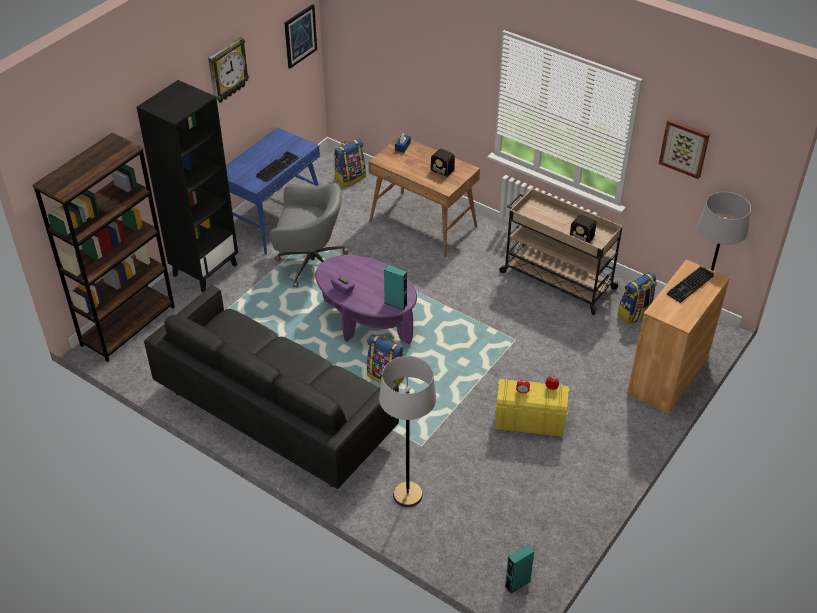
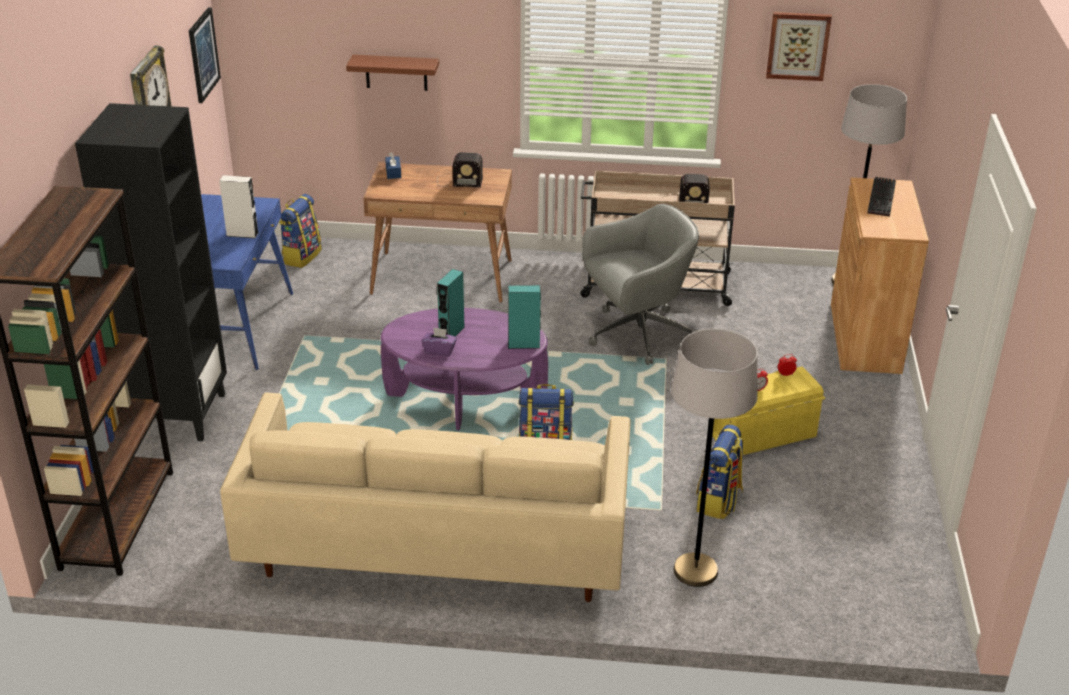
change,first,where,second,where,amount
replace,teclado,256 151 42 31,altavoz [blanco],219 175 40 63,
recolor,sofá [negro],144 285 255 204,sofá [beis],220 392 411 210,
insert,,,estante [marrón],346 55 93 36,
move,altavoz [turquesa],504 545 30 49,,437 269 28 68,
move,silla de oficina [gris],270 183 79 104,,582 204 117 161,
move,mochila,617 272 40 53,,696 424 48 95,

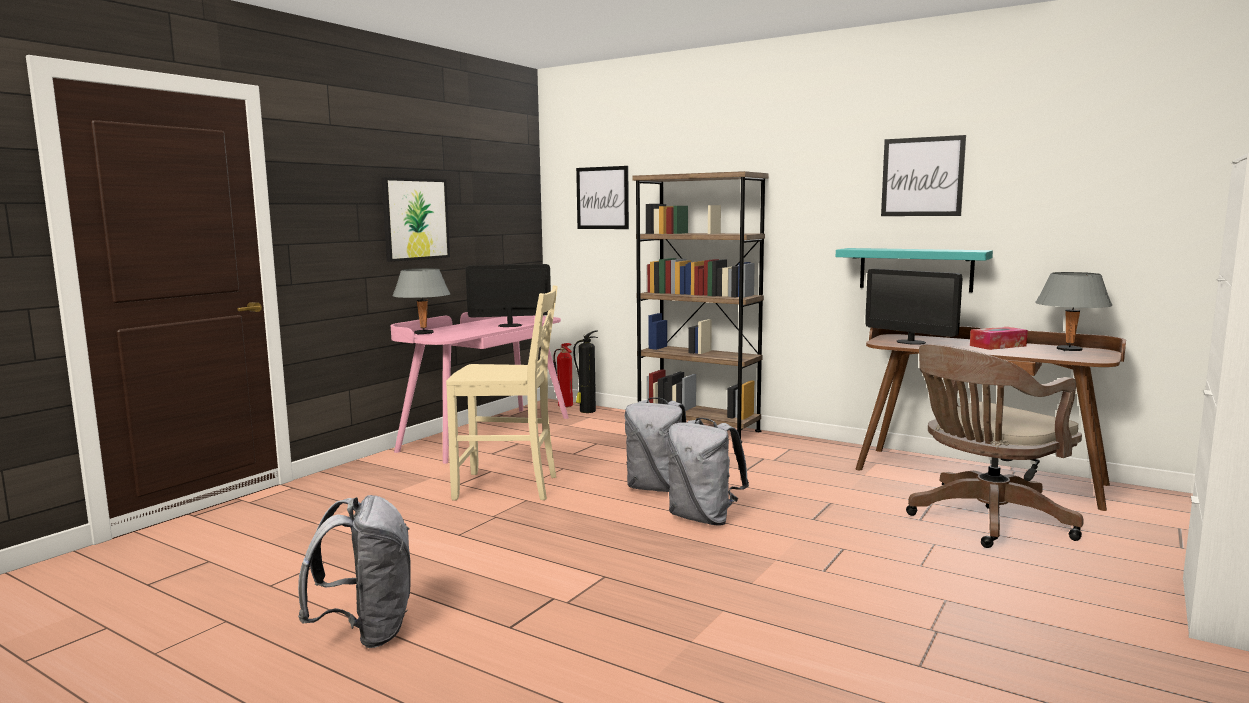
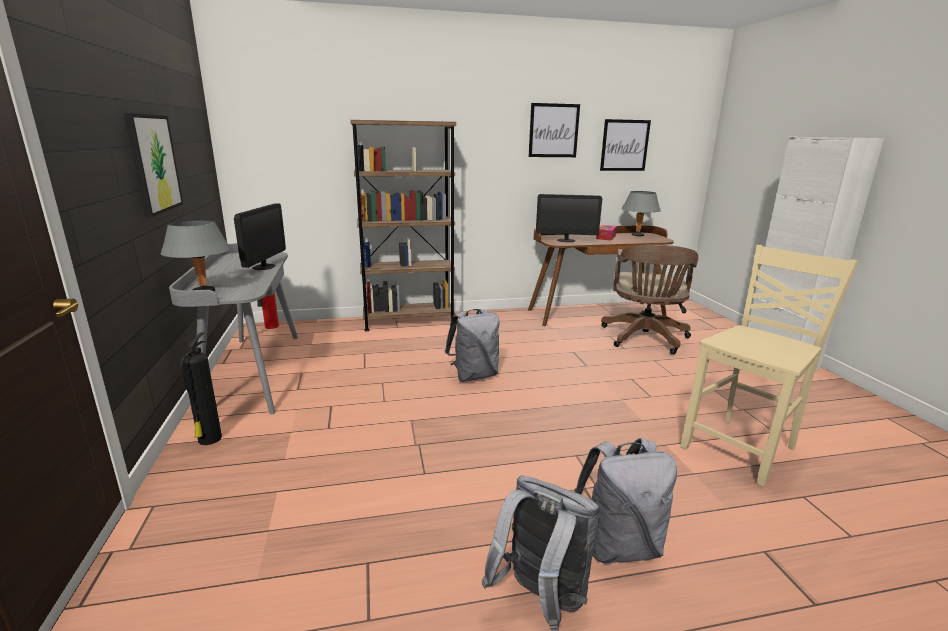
change,first,where,second,where,amount
recolor,escritorio [rosa],391 312 177 152,escritorio [gris],169 243 129 171,
move,extintor,573 331 25 82,,180 332 42 113,
rotate,monitor,466 264 85 63,,234 203 52 67,150 degrees clockwise
move,mochila [gris],667 418 82 107,,574 438 103 126,
move,cuadro,576 166 53 63,,600 119 51 52,
move,silla [beis],446 285 112 215,,681 245 177 242,
delete,estante [turquesa],836 248 157 44,,,

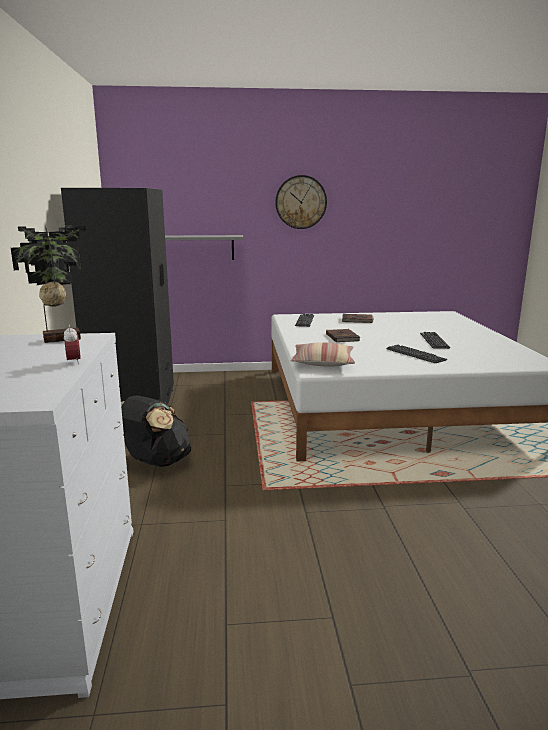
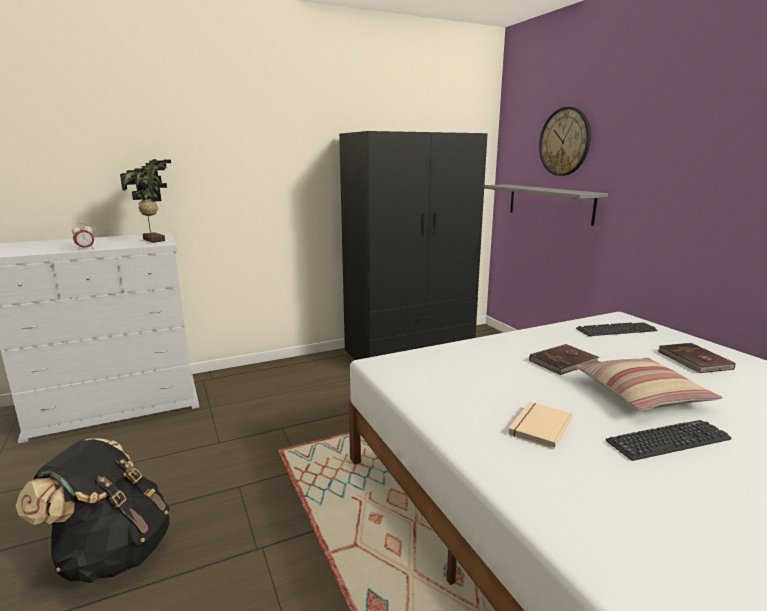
change,first,where,second,where,amount
move,mochila [negro],121 395 70 72,,16 438 154 145,
replace,teclado,386 345 61 18,libro [beis],508 402 65 47,
move,reloj de pared,275 175 52 54,,539 107 52 69,
move,cojín,291 342 64 25,,575 358 148 53,

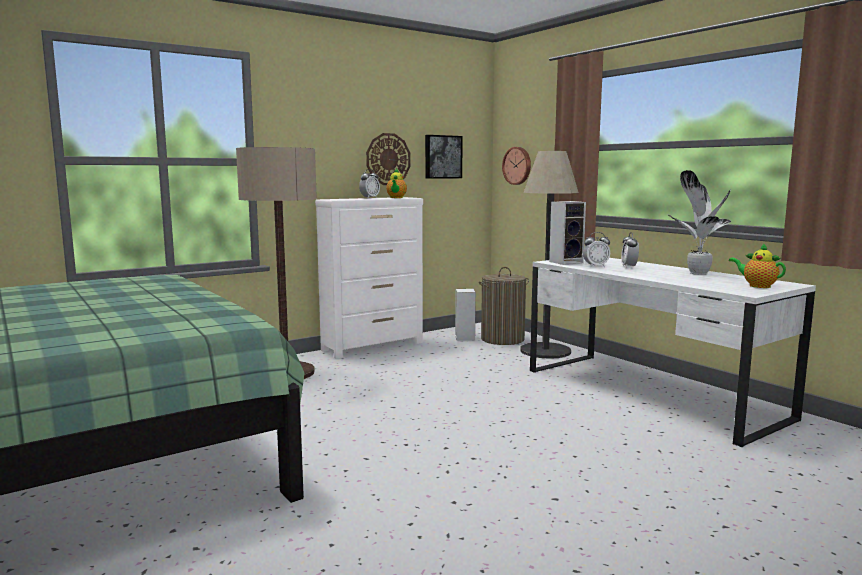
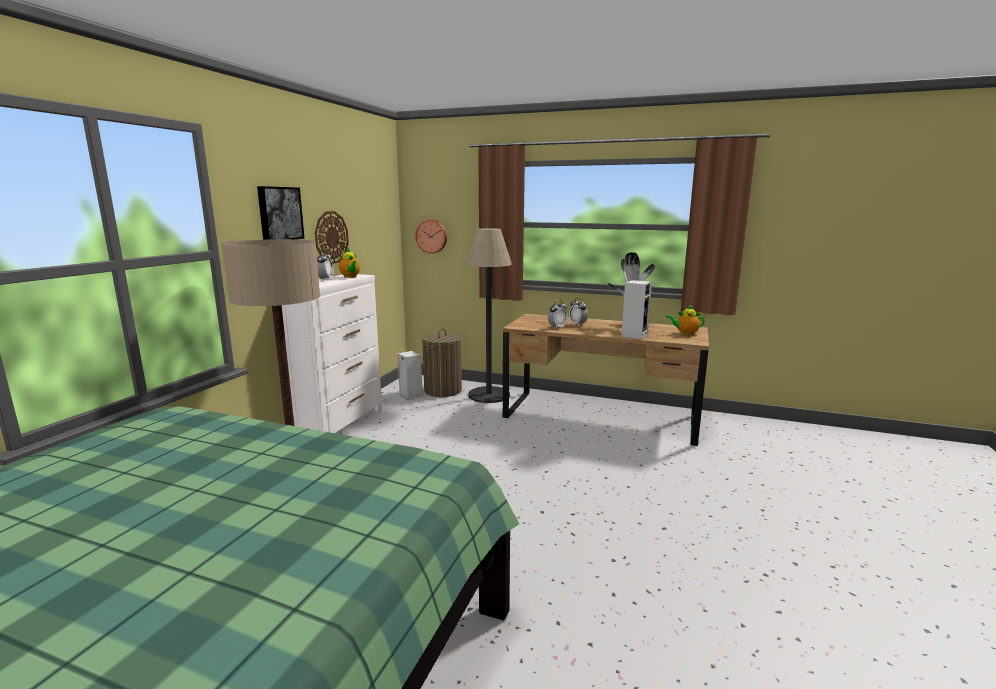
change,first,where,second,where,amount
move,cuadro,425 135 38 44,,257 186 47 54,
recolor,escritorio [blanco],530 258 286 189,escritorio [marrón],503 314 206 132,
move,altavoz,549 201 37 64,,621 280 31 59,

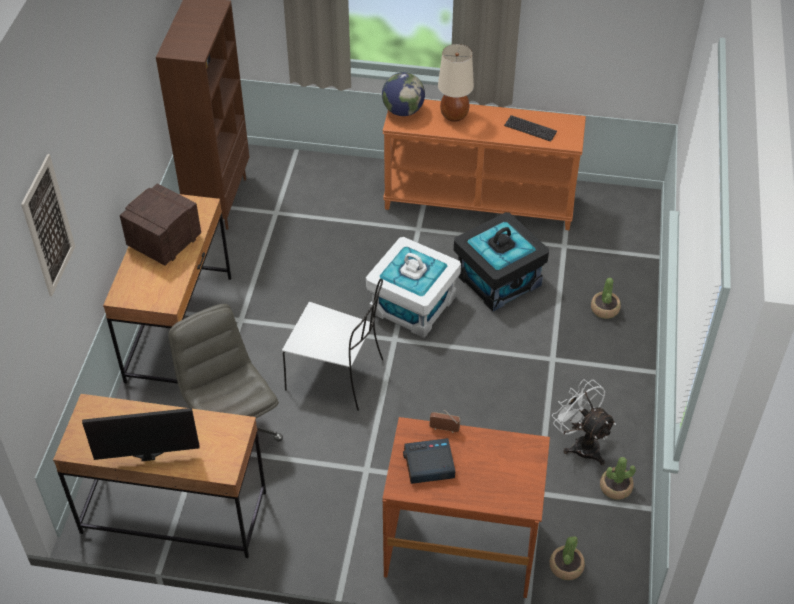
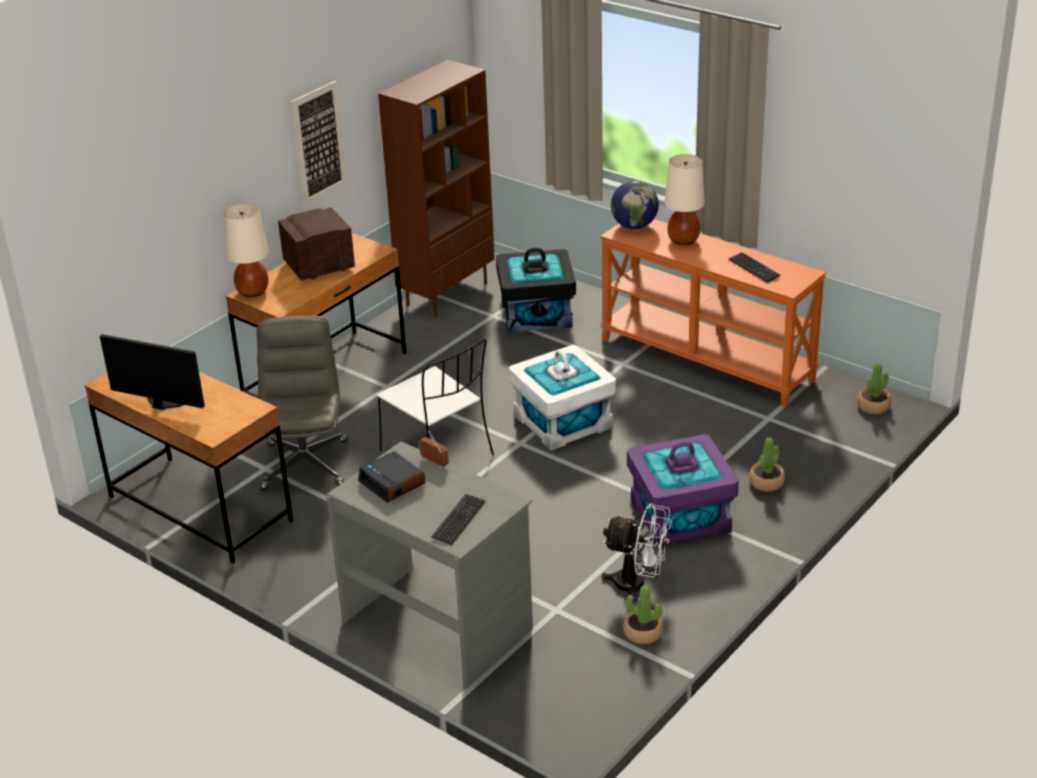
change,first,where,second,where,amount
insert,,,lámpara de mesa [beis],224 203 44 94,
move,cuadro,21 154 54 143,,291 81 57 125,
recolor,escritorio [marrón],382 417 168 181,escritorio [gris],326 441 207 248,
rotate,despertador,403 438 52 46,,358 451 67 52,150 degrees counterclockwise
insert,,,teclado,431 494 55 51,
move,caja de almacenaje [negro],454 212 95 100,,496 248 80 85,
rotate,ventilador [blanco],552 380 64 85,,602 503 70 99,120 degrees clockwise
insert,,,caja de almacenaje [morado],627 434 112 113,
move,planta en maceta,550 536 35 44,,857 363 34 51,

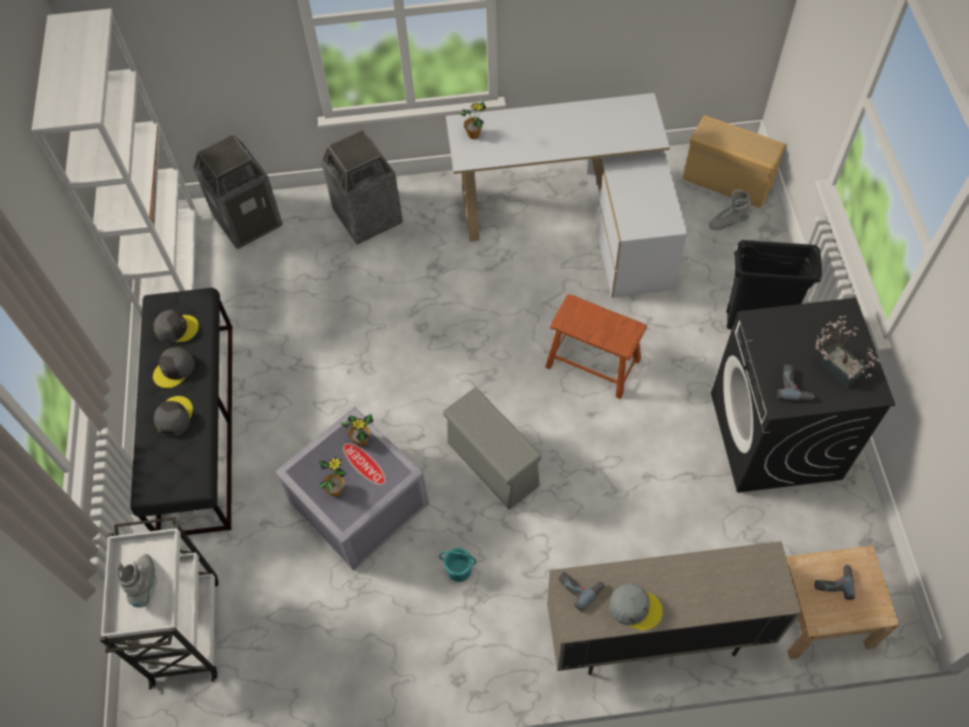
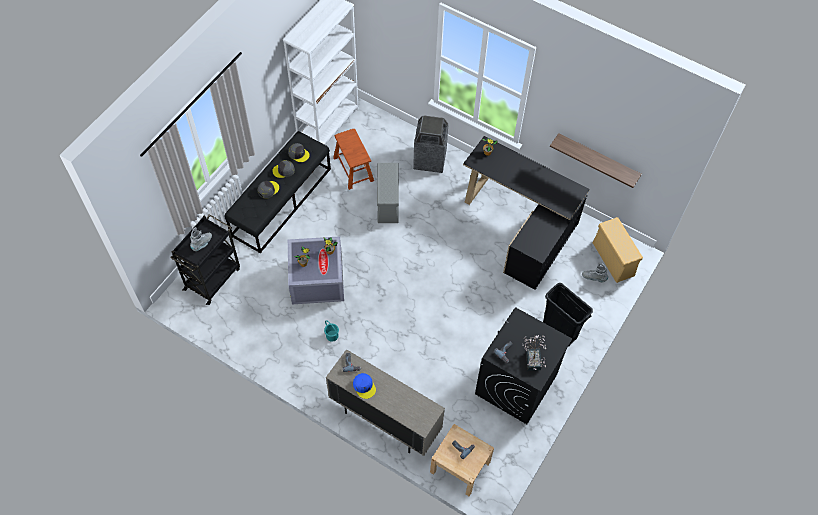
change,first,where,second,where,amount
recolor,carrito [blanco],99 517 120 173,carrito [negro],170 214 70 91,
move,taburete [marrón],545 294 102 105,,333 129 41 61,
recolor,gorra [gris],609 583 54 47,gorra [azul],353 373 23 26,
move,caja de almacenaje [gris],443 387 98 122,,377 163 22 60,
recolor,escritorio [blanco],446 93 242 205,escritorio [negro],463 136 127 154,
insert,,,estante,550 133 92 55,
delete,papelera,193 135 90 114,,,

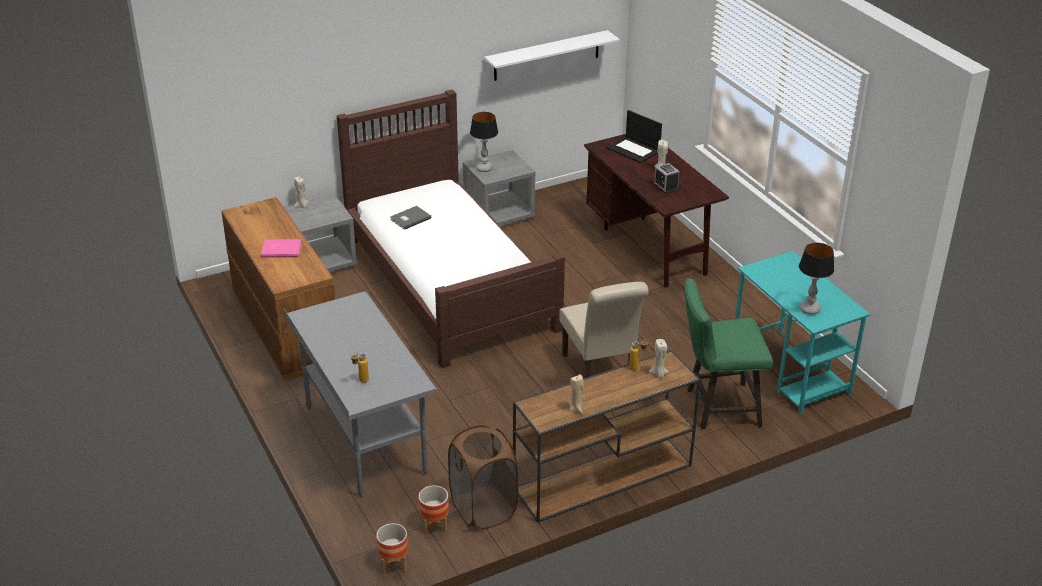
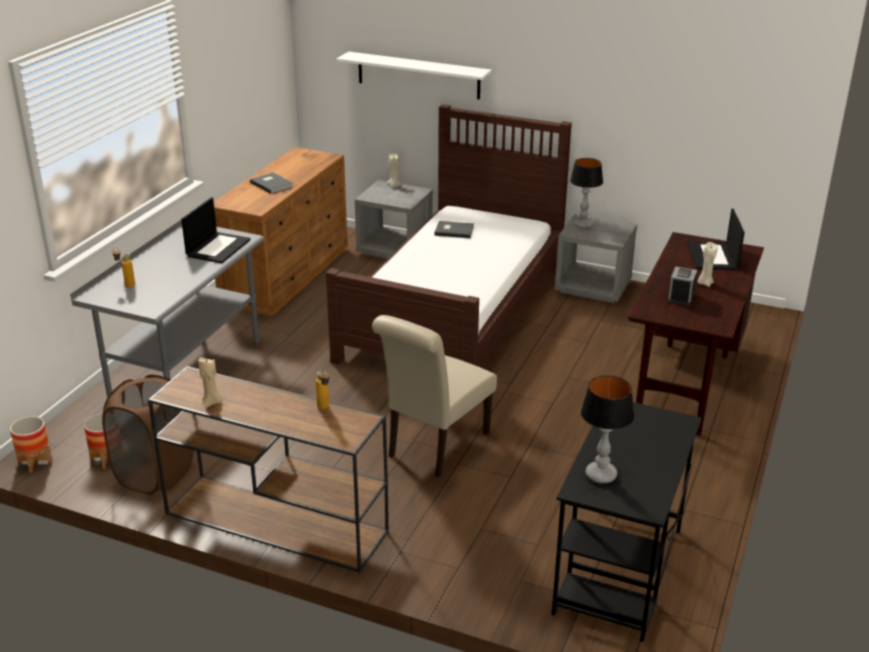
change,first,where,second,where,amount
insert,,,portátil,181 197 69 66,
recolor,libro [rosa],261 239 41 19,libro [gris],250 172 44 22,
move,estante [blanco],484 30 136 51,,336 52 156 47,
recolor,escritorio [turquesa],735 251 135 163,escritorio [negro],552 402 150 240,
delete,vela [beis],649 339 20 39,,,
delete,taburete [verde],685 278 88 151,,,

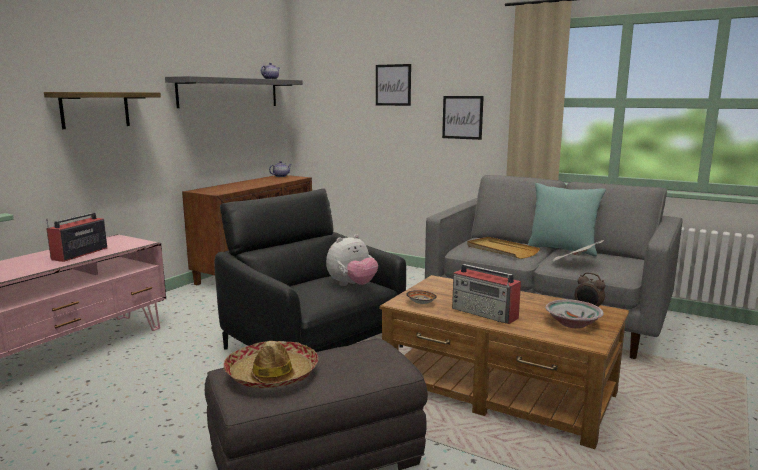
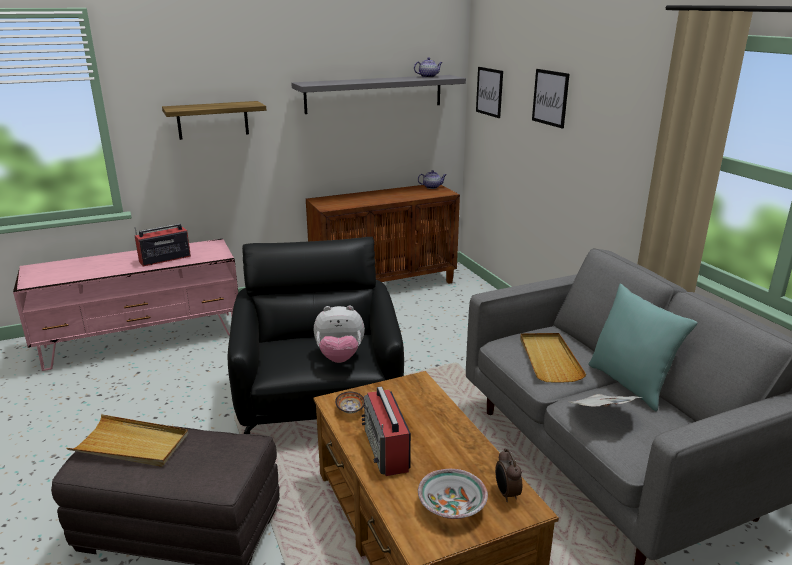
change,first,where,second,where,amount
replace,sombrero,224 341 94 47,bandeja [beis],66 414 123 53,
move,cuadro,442 96 42 44,,476 67 27 51,

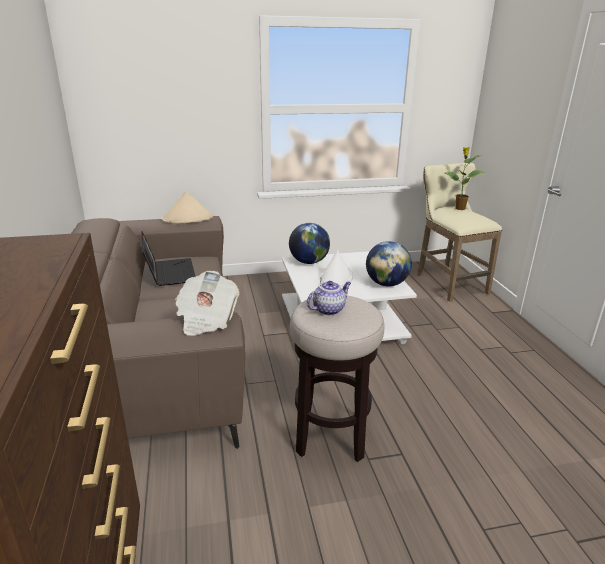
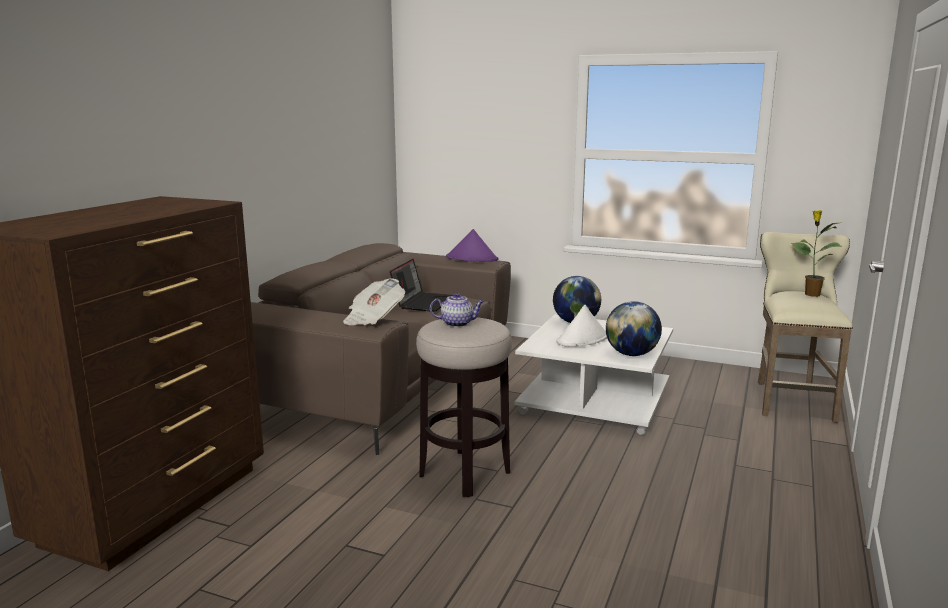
change,first,where,second,where,amount
recolor,sombrero [beis],161 191 52 32,sombrero [morado],446 229 53 33,

